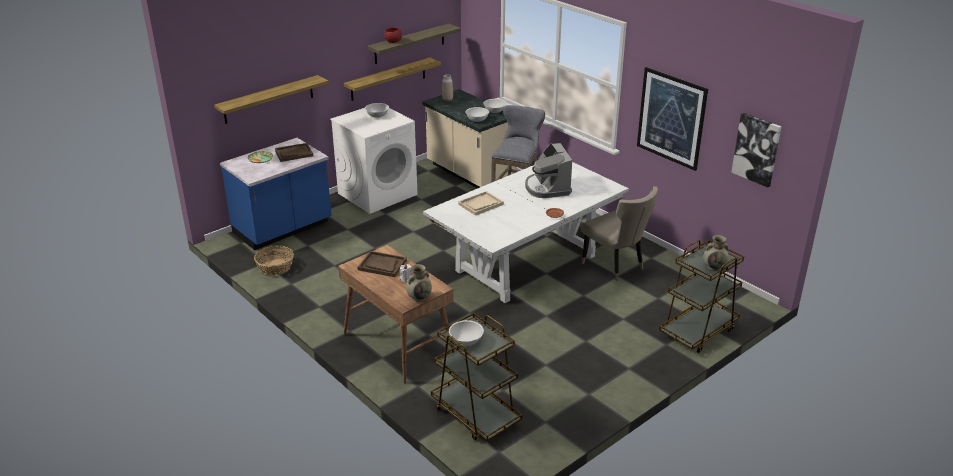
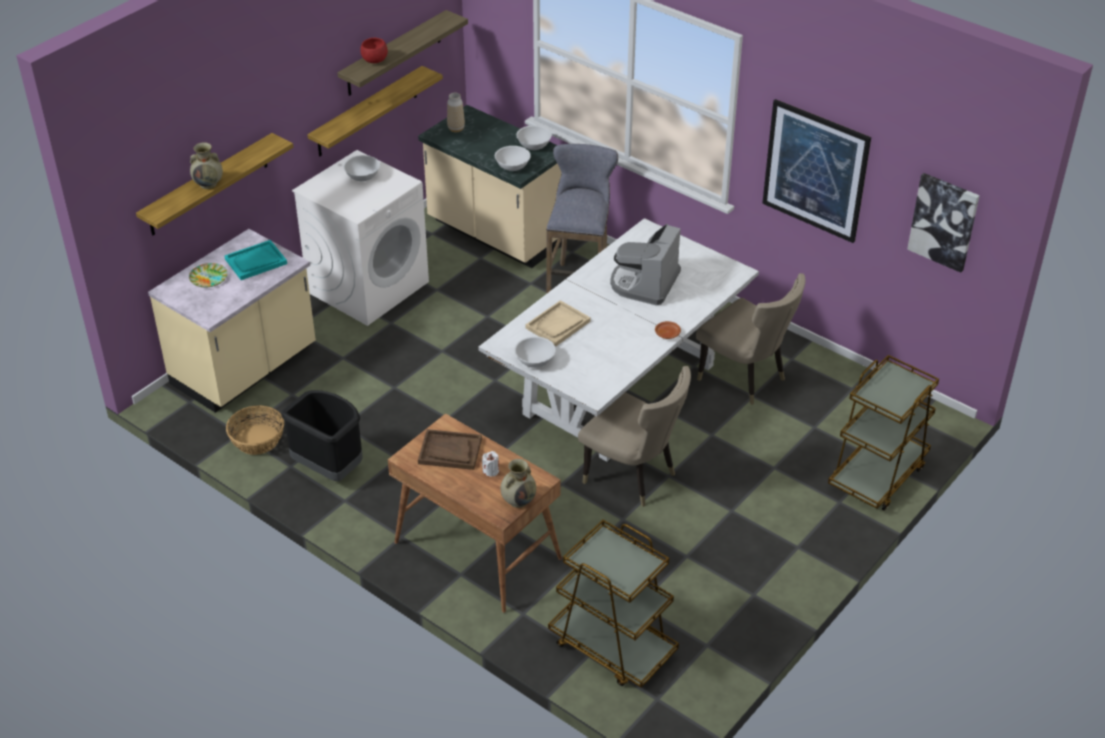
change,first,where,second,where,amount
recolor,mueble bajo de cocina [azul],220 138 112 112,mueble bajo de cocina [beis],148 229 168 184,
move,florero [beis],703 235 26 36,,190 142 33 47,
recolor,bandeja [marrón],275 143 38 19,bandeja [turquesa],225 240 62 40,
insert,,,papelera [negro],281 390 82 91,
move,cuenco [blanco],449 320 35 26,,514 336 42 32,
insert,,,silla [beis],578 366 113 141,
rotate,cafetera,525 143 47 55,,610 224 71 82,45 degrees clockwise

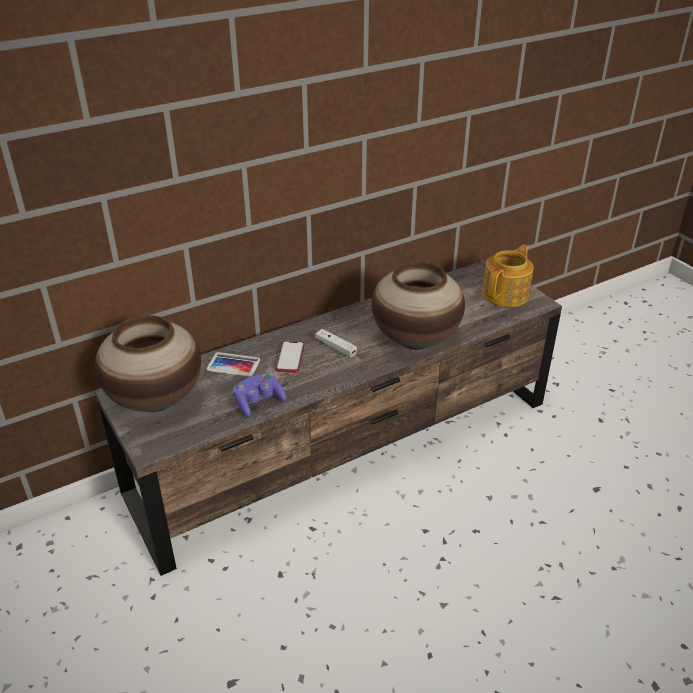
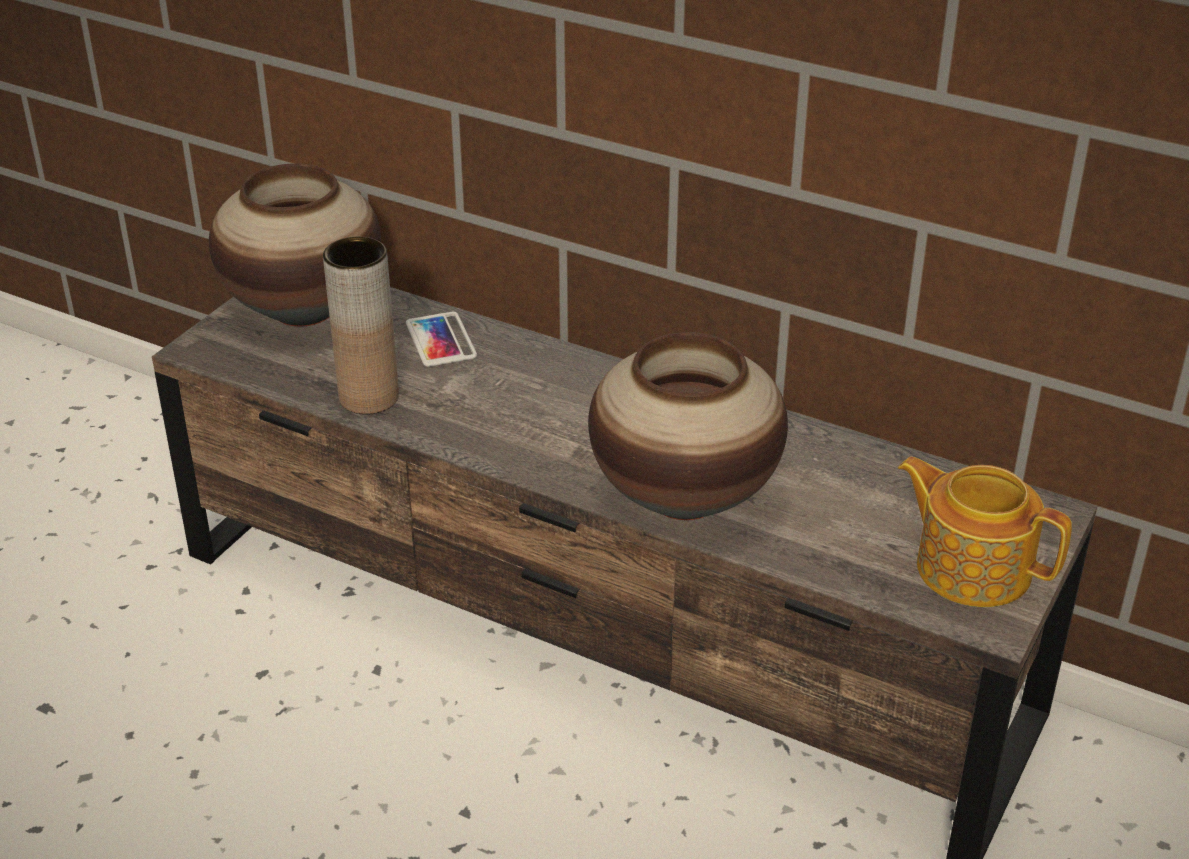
change,first,where,second,where,amount
replace,mando de consola [morado],233 373 53 44,florero [marrón],323 237 76 177,
rotate,tetera,482 244 52 63,,898 457 174 150,150 degrees counterclockwise
delete,móvil,276 341 29 32,,,
delete,mando de consola [blanco],315 329 42 28,,,

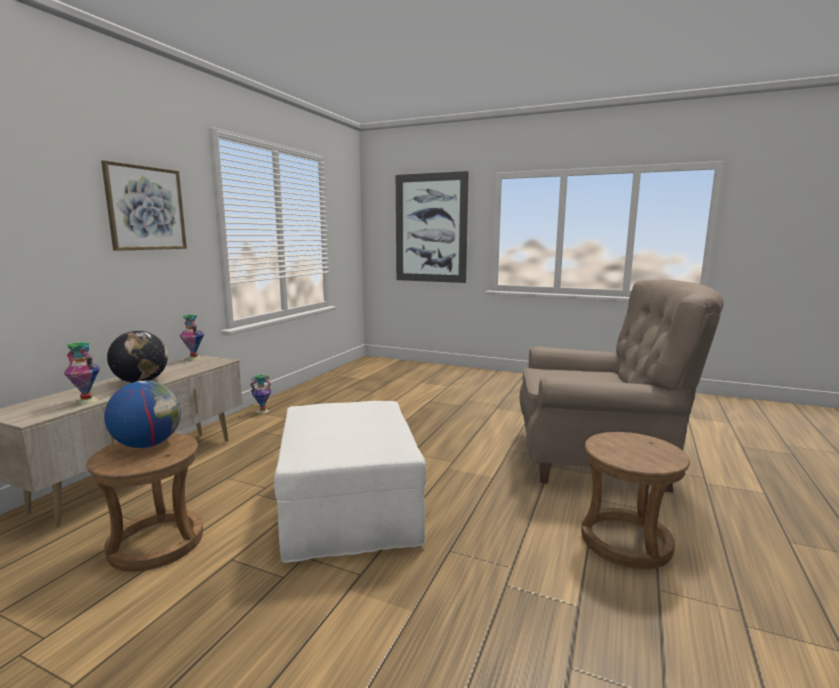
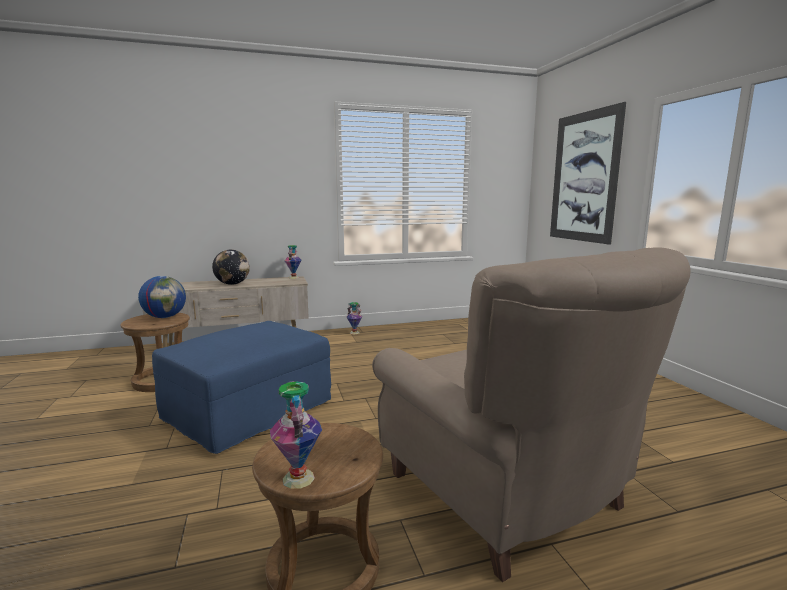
change,first,where,second,where,amount
recolor,puf [blanco],274 401 152 162,puf [azul],152 321 179 133,
move,florero,64 342 36 62,,270 381 52 108,
delete,cuadro,101 160 86 91,,,

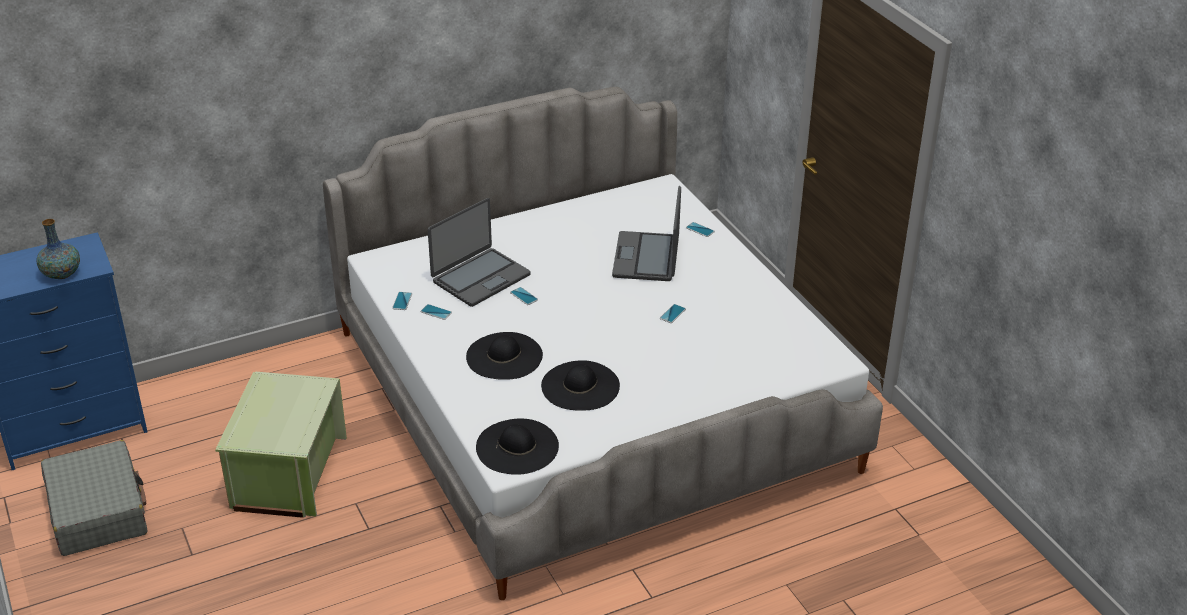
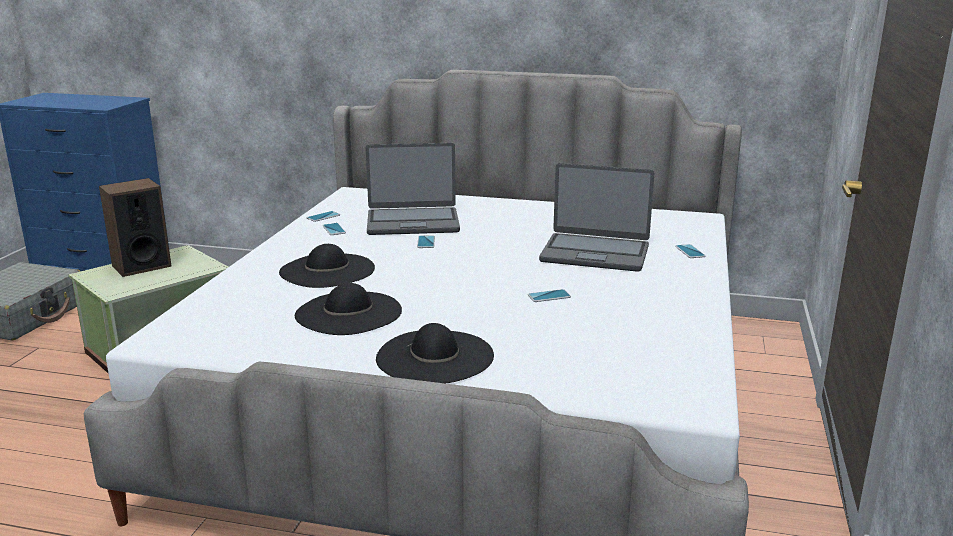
change,first,where,second,where,amount
insert,,,altavoz,99 178 73 99,
move,sombrero [negro],476 419 83 56,,376 323 118 61,
rotate,portátil,612 186 69 95,,539 163 115 109,120 degrees counterclockwise
delete,florero,36 219 44 60,,,

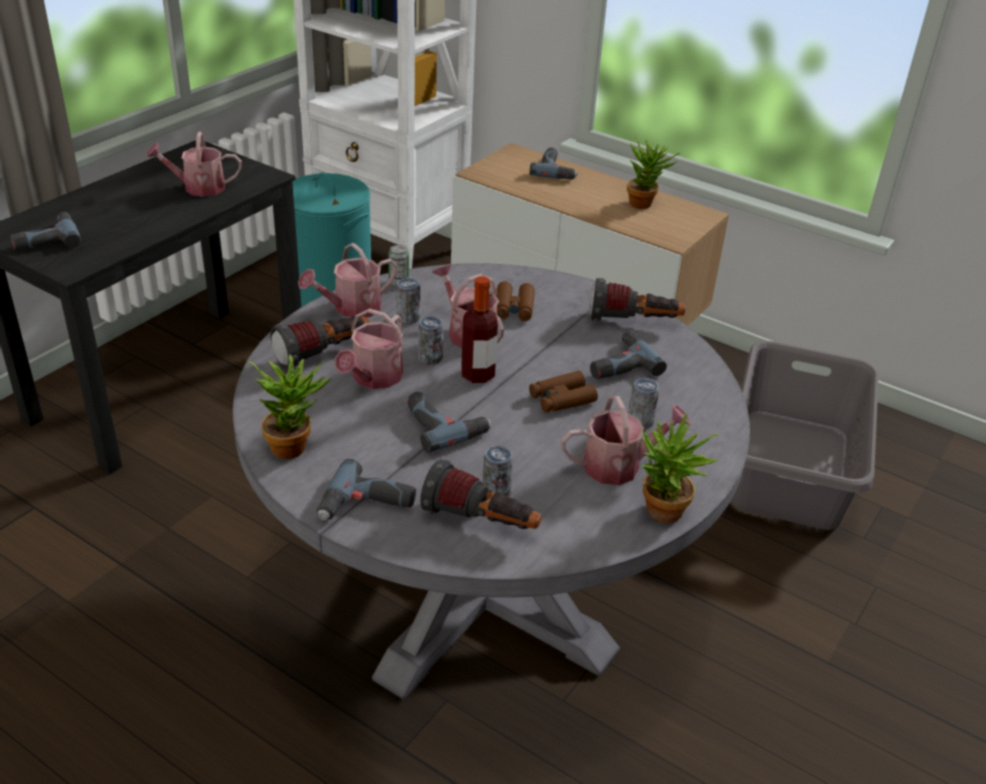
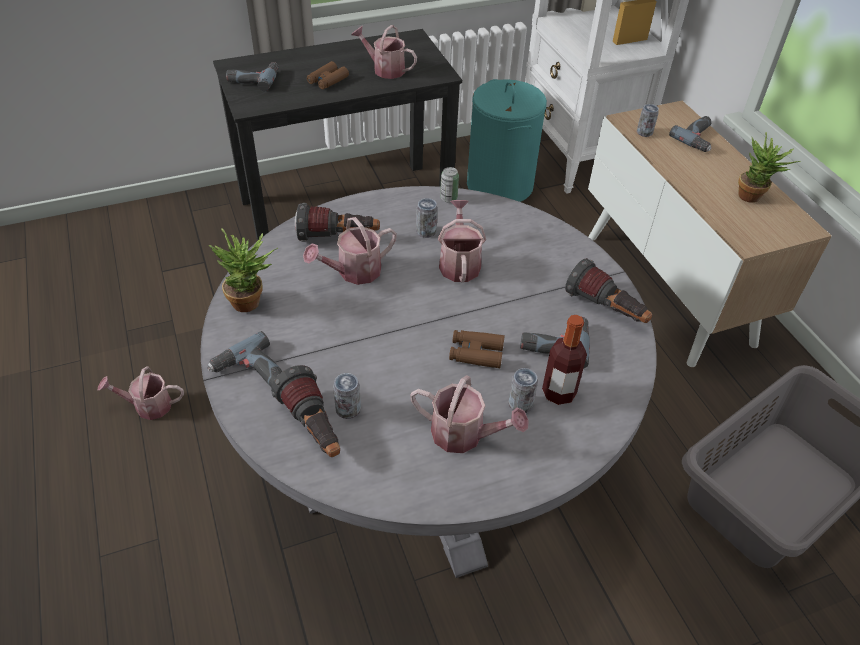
change,first,where,second,where,amount
move,regadera,298 243 99 75,,98 367 86 53,
move,prismáticos [marrón],496 281 39 40,,307 61 42 28,
move,botella,461 276 37 107,,542 315 45 90,
move,lata,418 316 26 49,,637 104 22 33,
delete,taladro,407 392 85 61,,,
delete,planta en maceta,642 412 77 111,,,

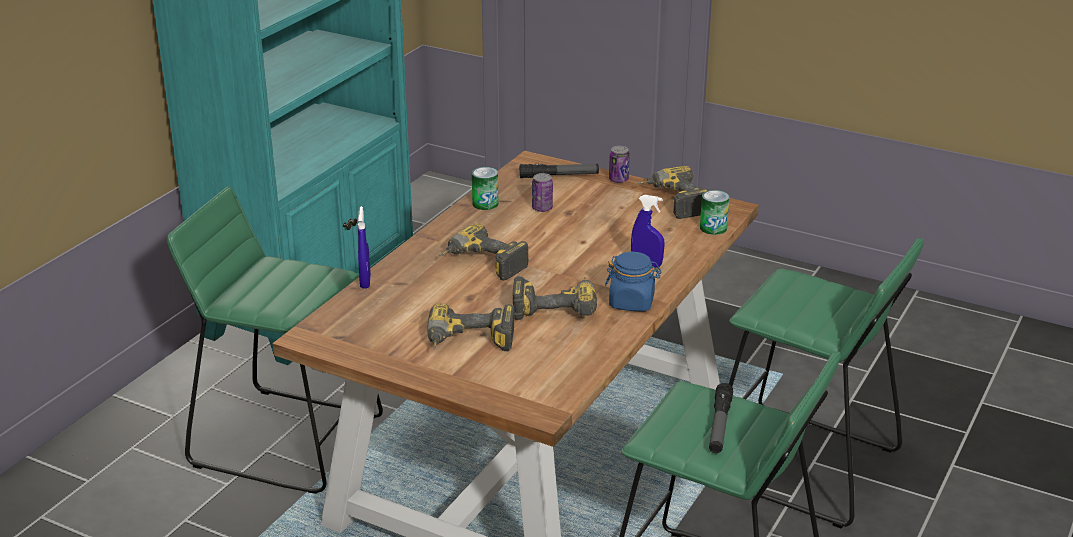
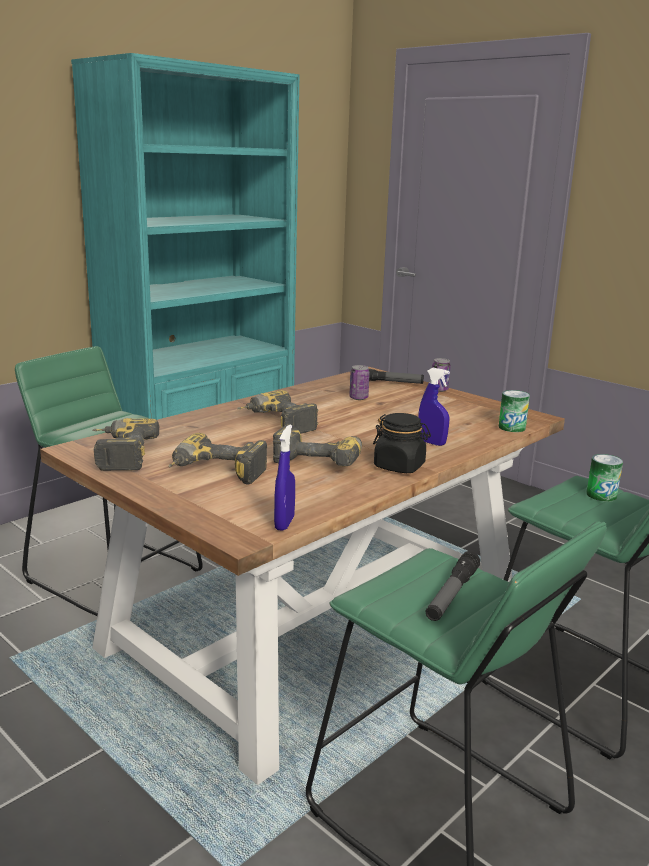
change,first,where,second,where,amount
move,taladro,637 166 72 53,,93 418 67 53,
move,pulverizador [azul],358 206 13 83,,274 424 21 107,
recolor,tarro [azul],605 252 57 59,tarro [negro],373 413 58 60,
move,lata,472 167 27 43,,587 454 36 48,

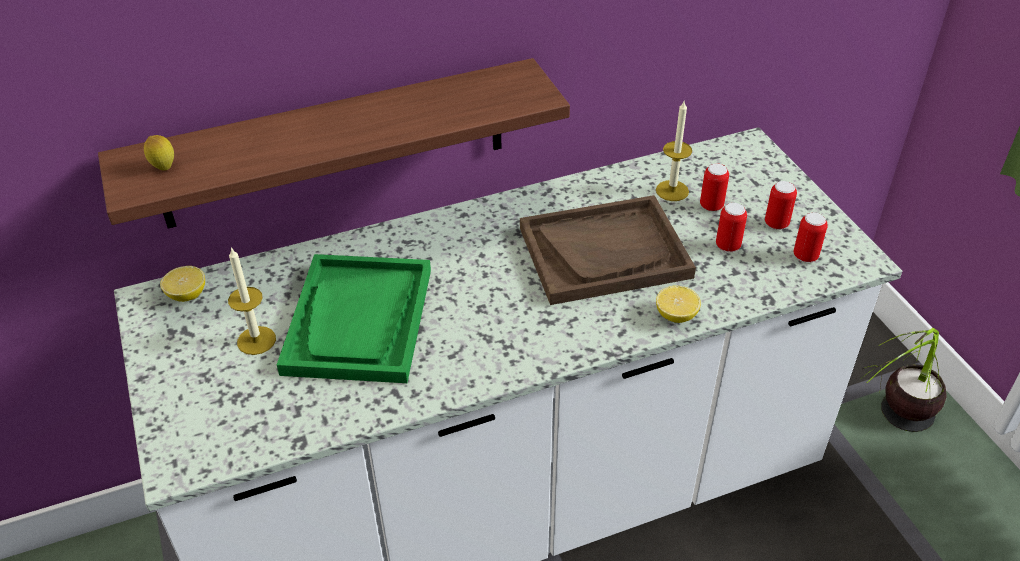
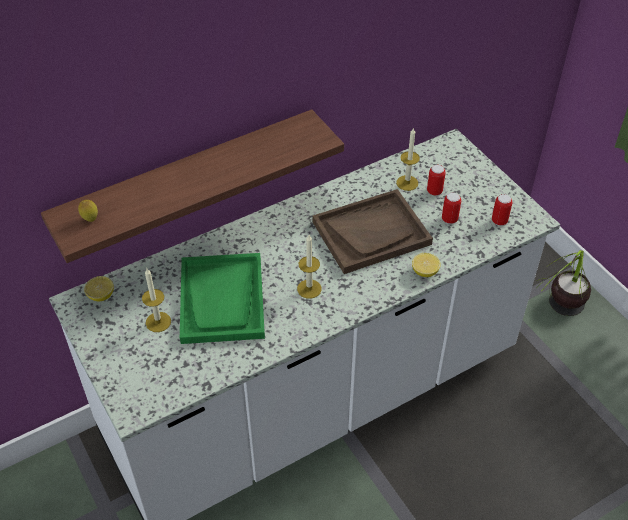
change,first,where,second,where,amount
insert,,,vela,297 235 25 64,
delete,lata,765 181 32 49,,,

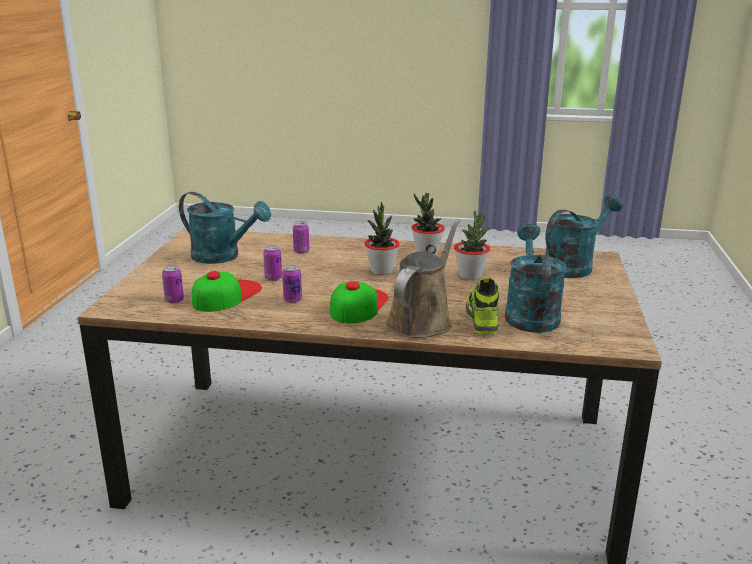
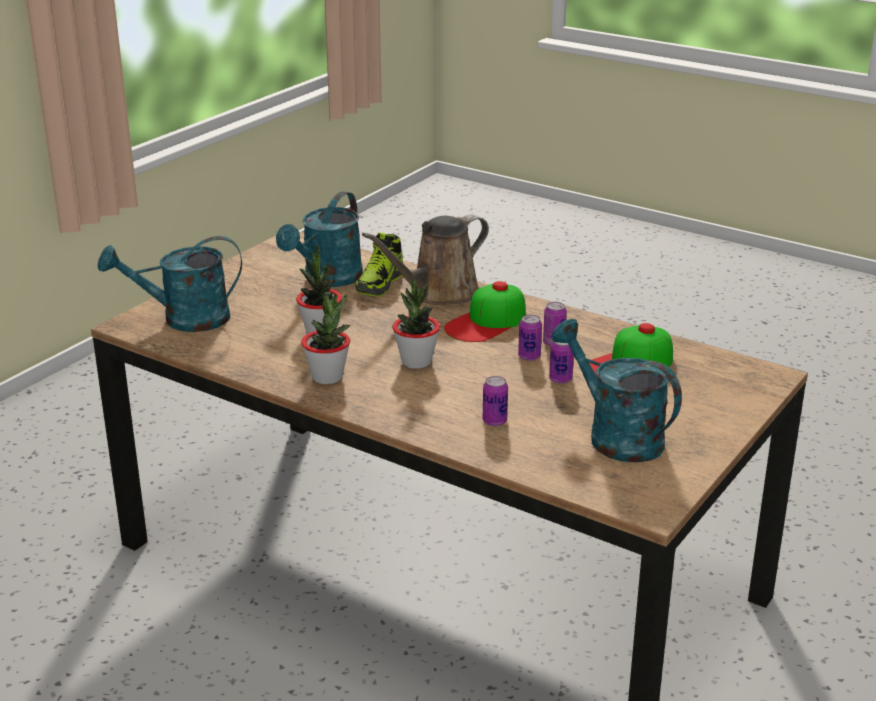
change,first,where,second,where,amount
move,lata,162 266 22 38,,518 315 24 46,

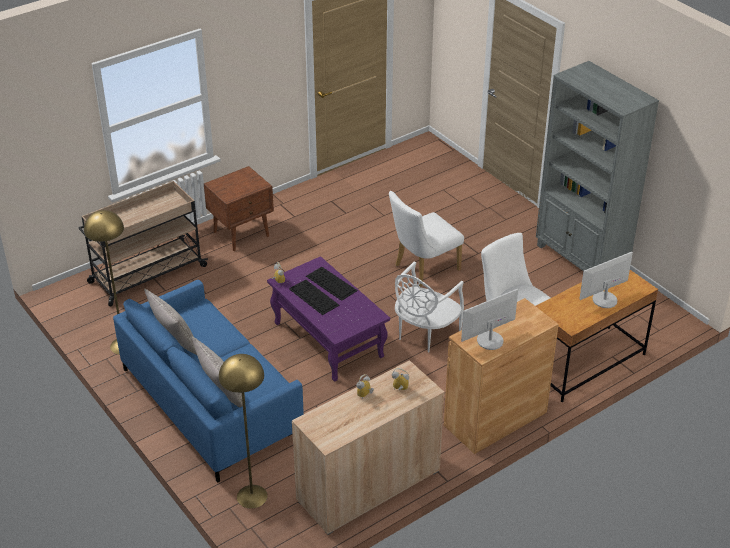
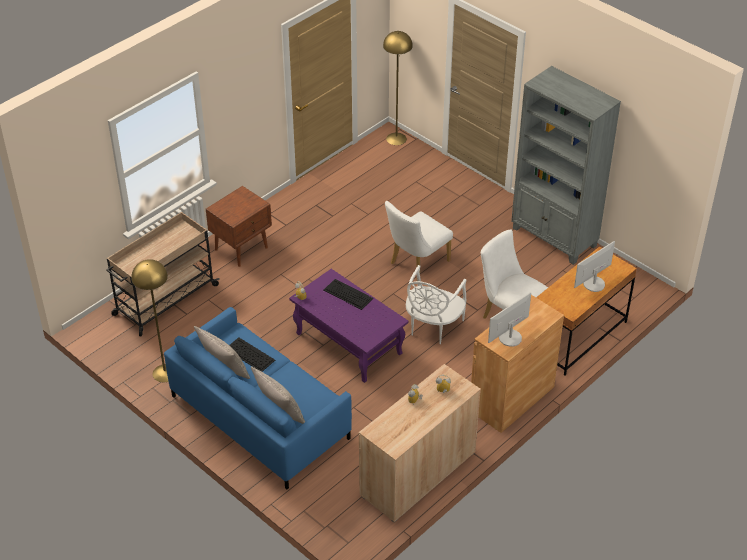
change,first,where,second,where,amount
move,teclado,289 280 51 35,,229 337 46 35,
move,lámpara de pie [amarillo],219 354 49 155,,383 31 30 114,

